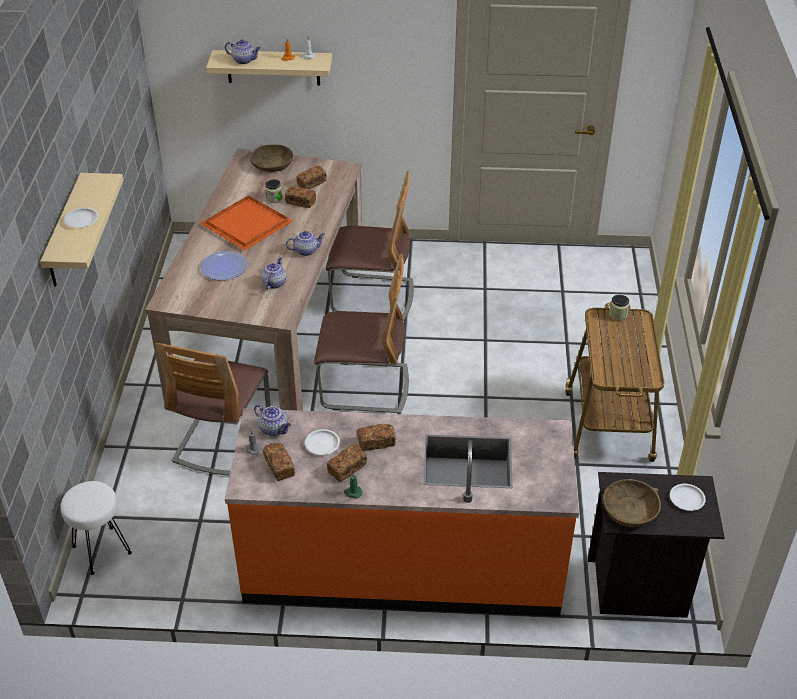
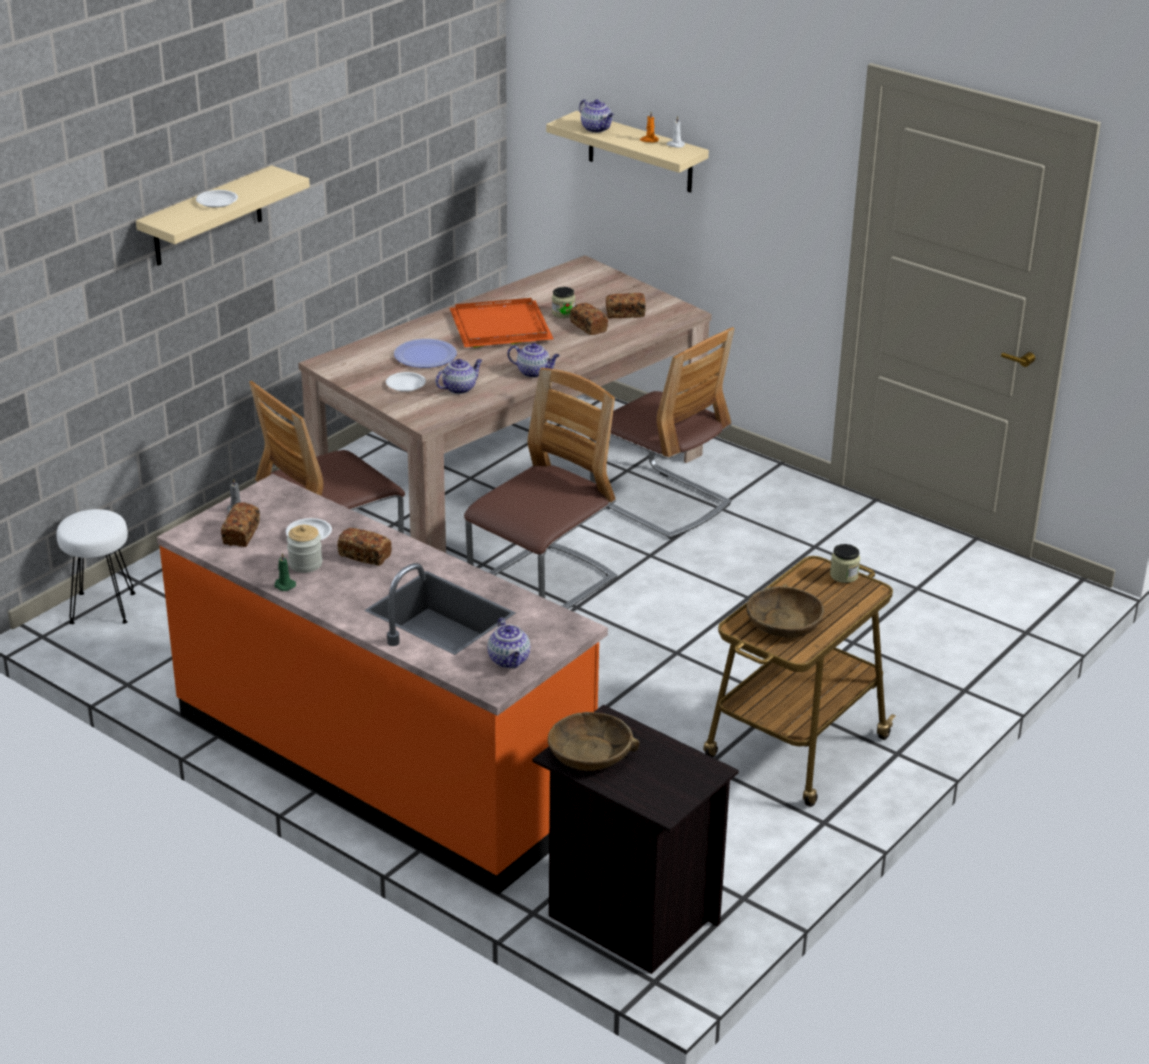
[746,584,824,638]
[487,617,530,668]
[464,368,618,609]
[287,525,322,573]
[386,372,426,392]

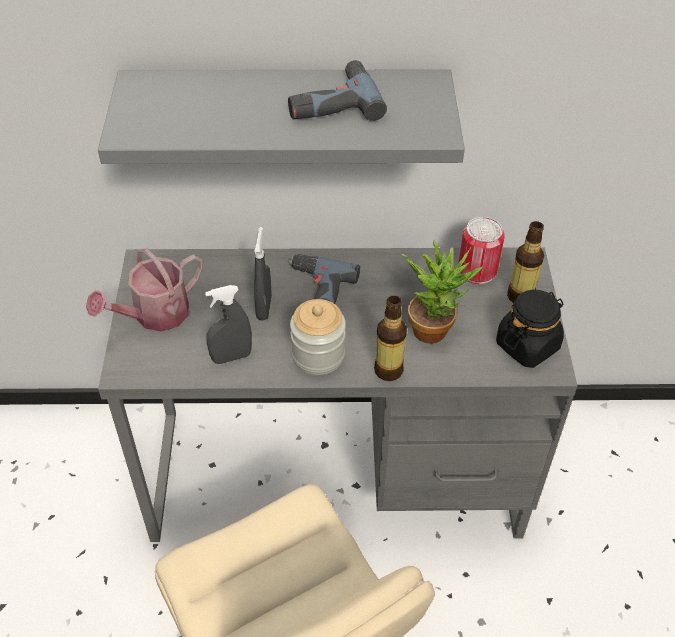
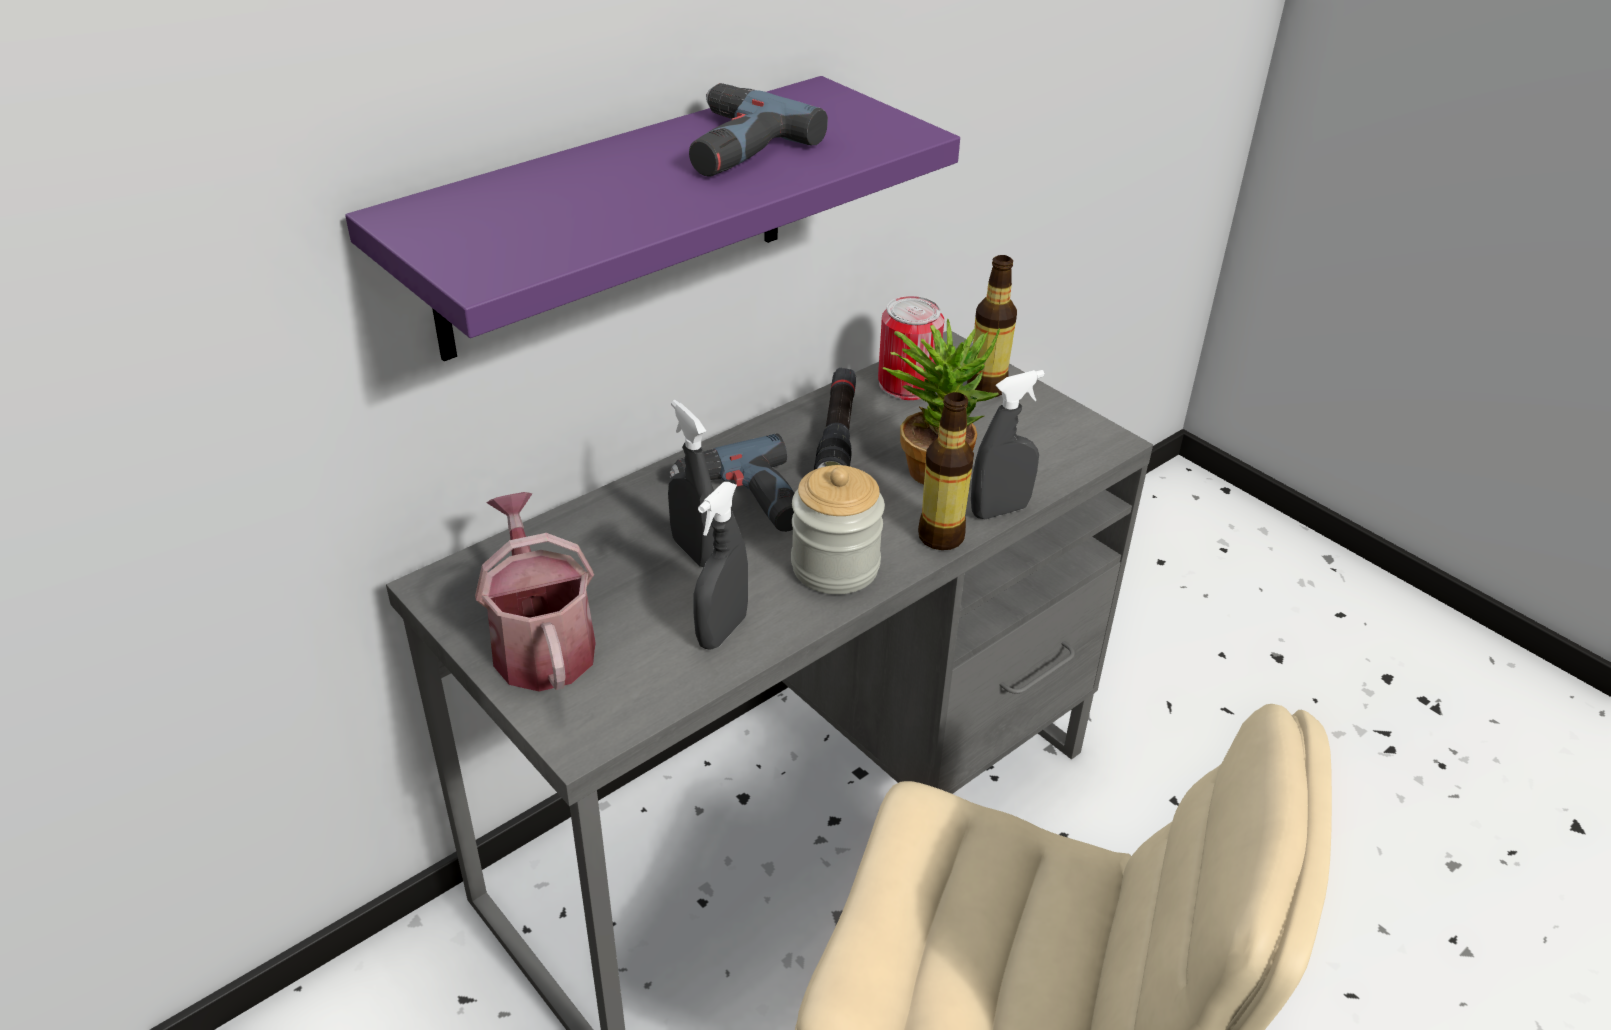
[475,492,596,692]
[345,76,960,361]
[496,290,564,368] (first image)
[814,367,856,470]
[971,370,1045,519]

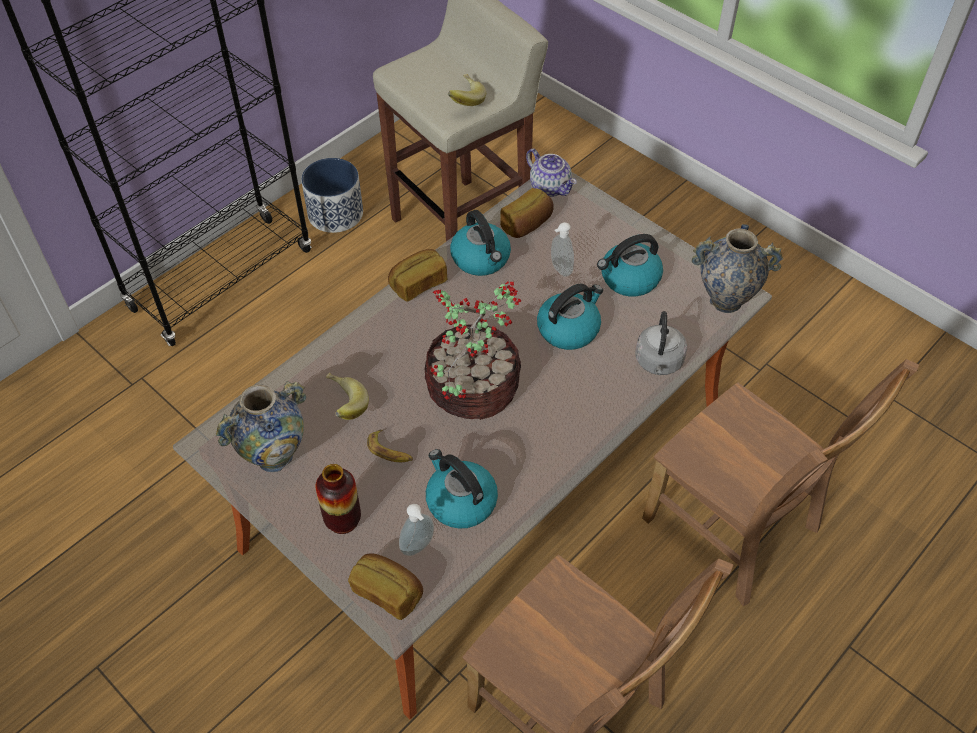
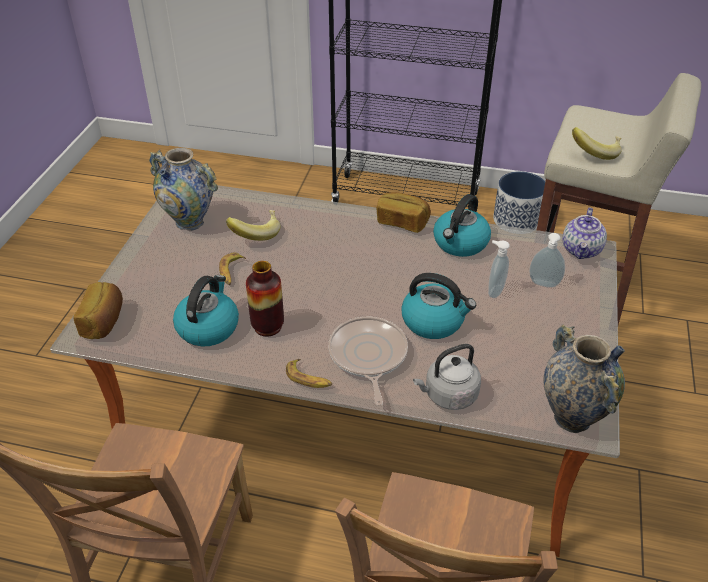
[246,261,284,337]
[529,233,565,288]
[425,281,522,420] (first image)
[500,188,554,238] (first image)
[597,234,663,297] (first image)
[286,359,332,388]
[329,317,408,406]

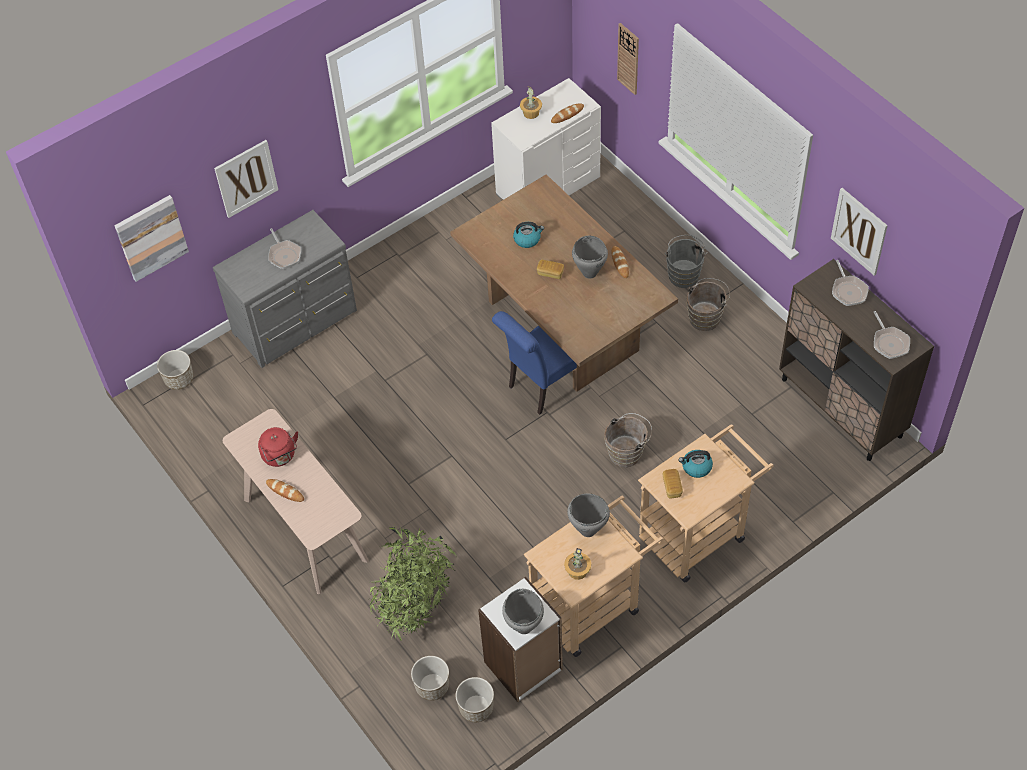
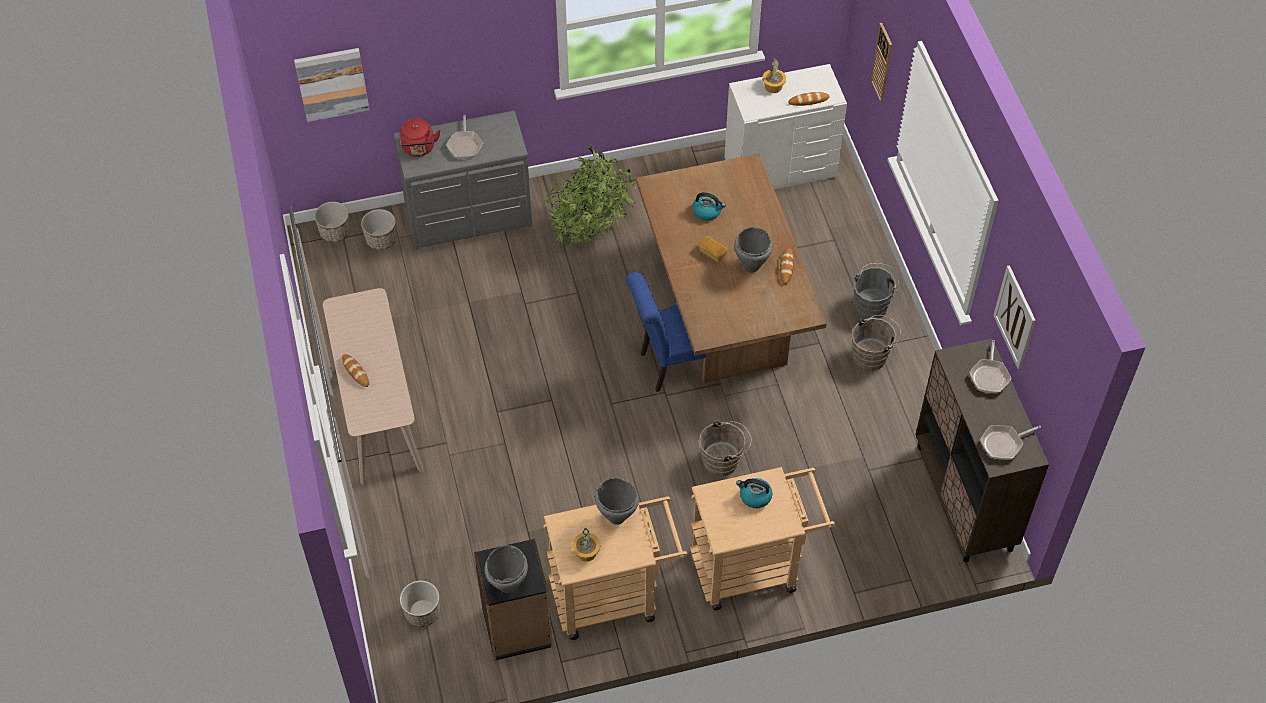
[214,140,278,218] (first image)
[400,118,441,157]
[542,145,636,247]
[361,209,397,250]
[474,539,553,661]
[663,469,683,498] (first image)
[980,425,1041,460]

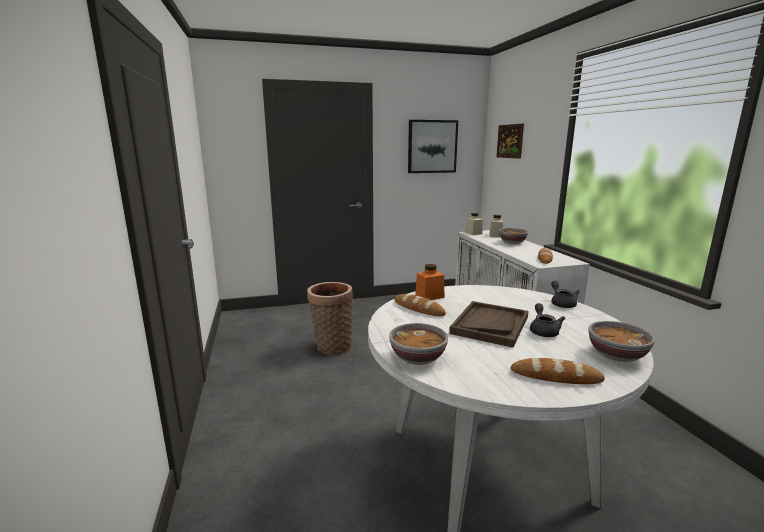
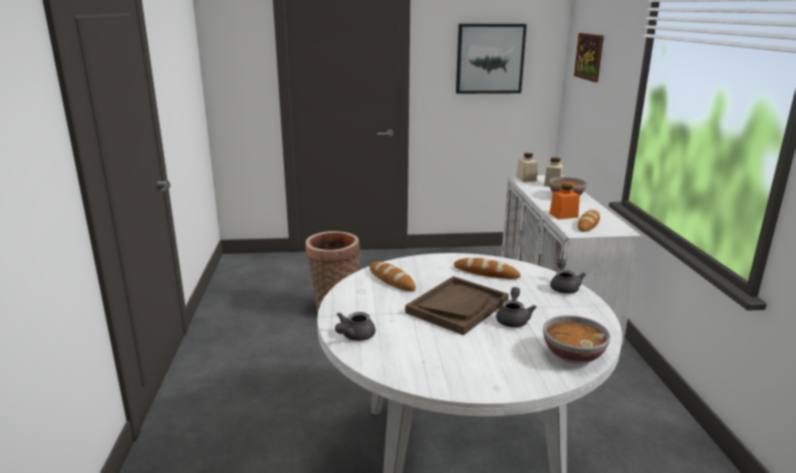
[335,312,375,341]
[550,184,580,219]
[454,258,521,279]

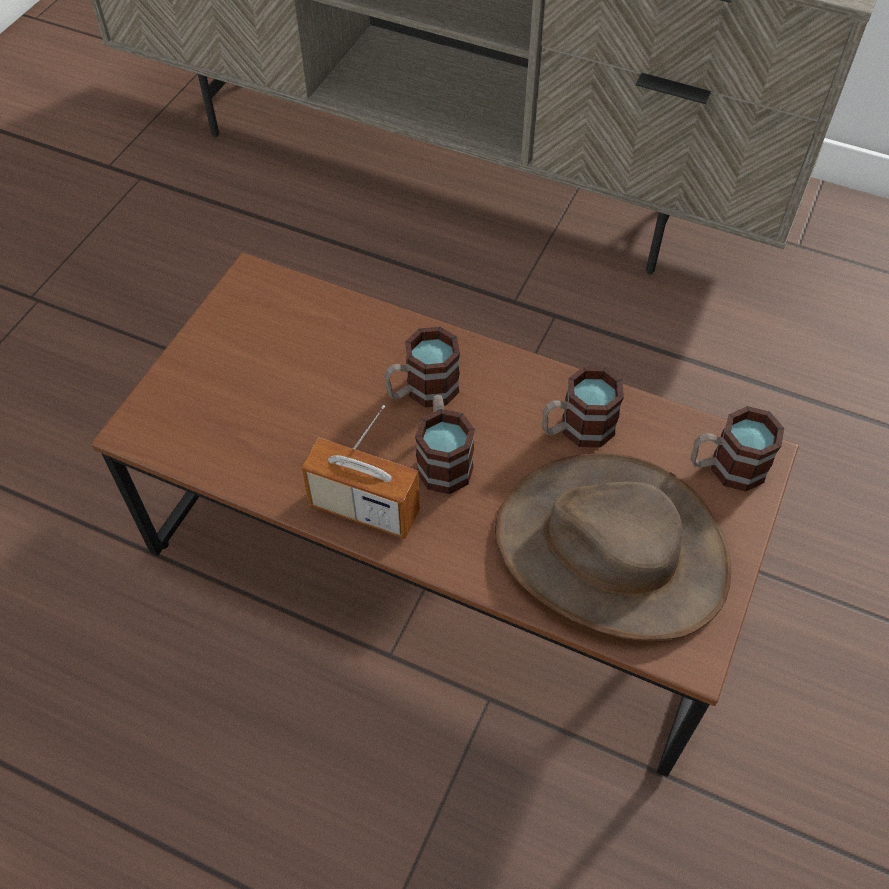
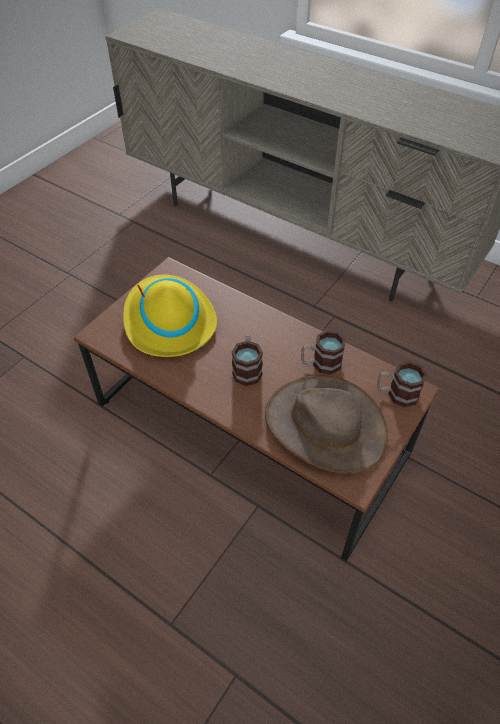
[301,405,420,539] (first image)
[384,327,460,407] (first image)
[123,275,217,357]

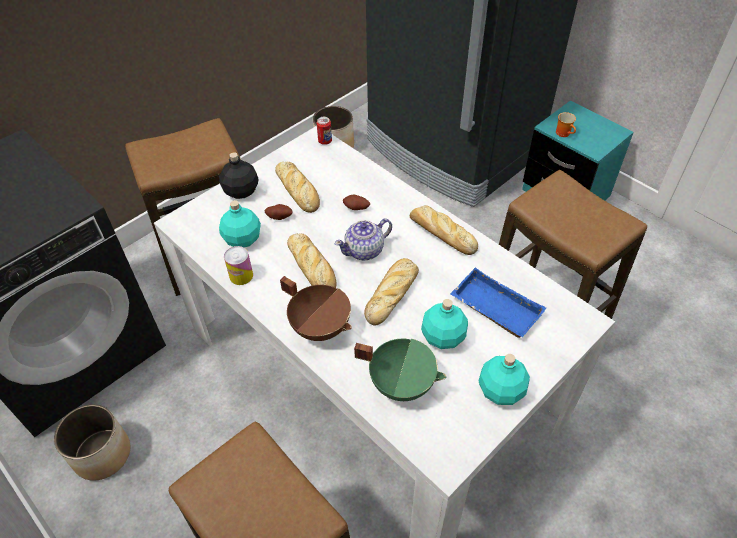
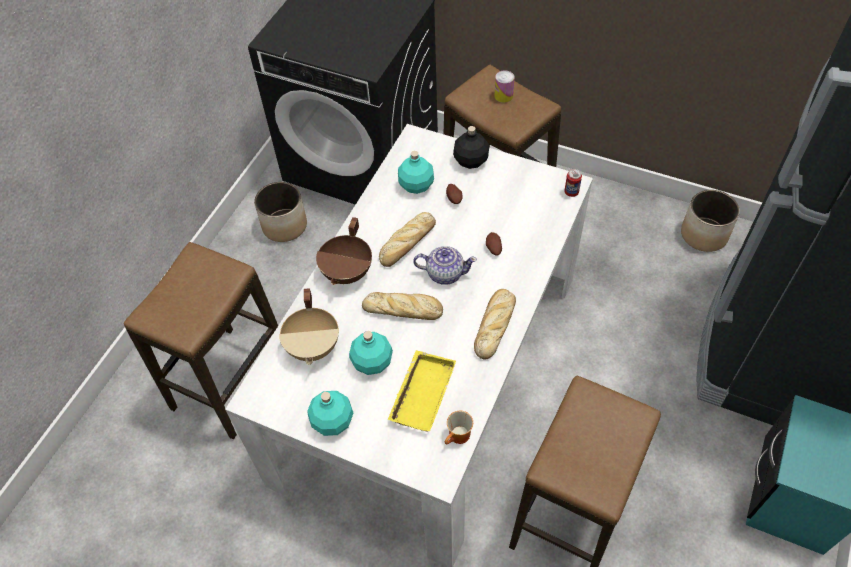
[494,70,515,103]
[275,162,320,213] (first image)
[413,246,477,285]
[279,288,339,365]
[388,350,456,431]
[445,411,473,444]

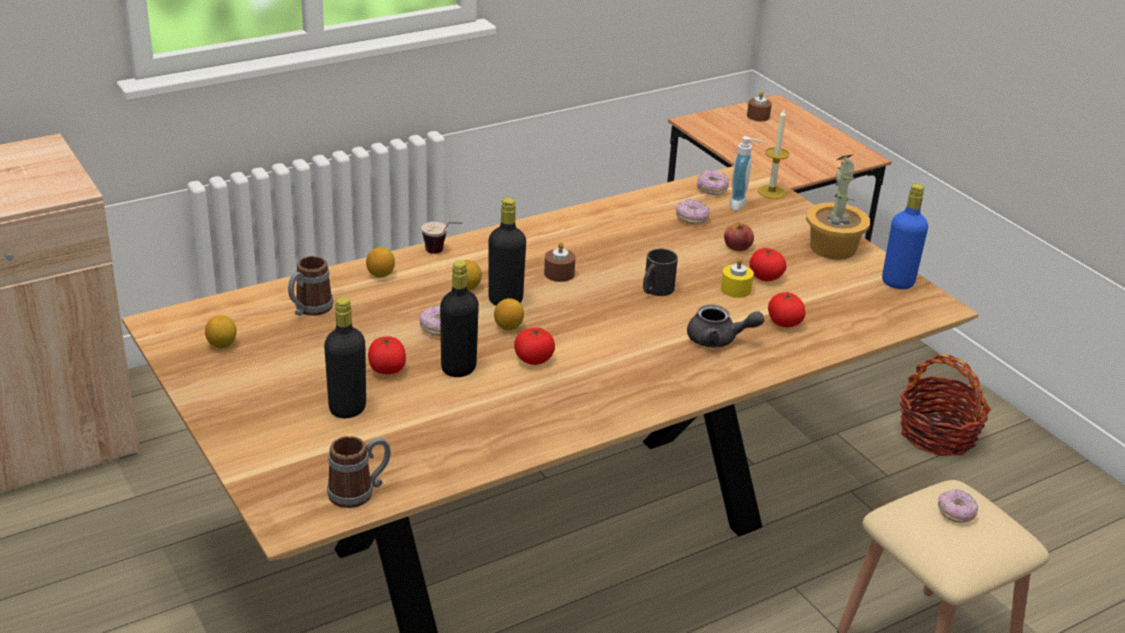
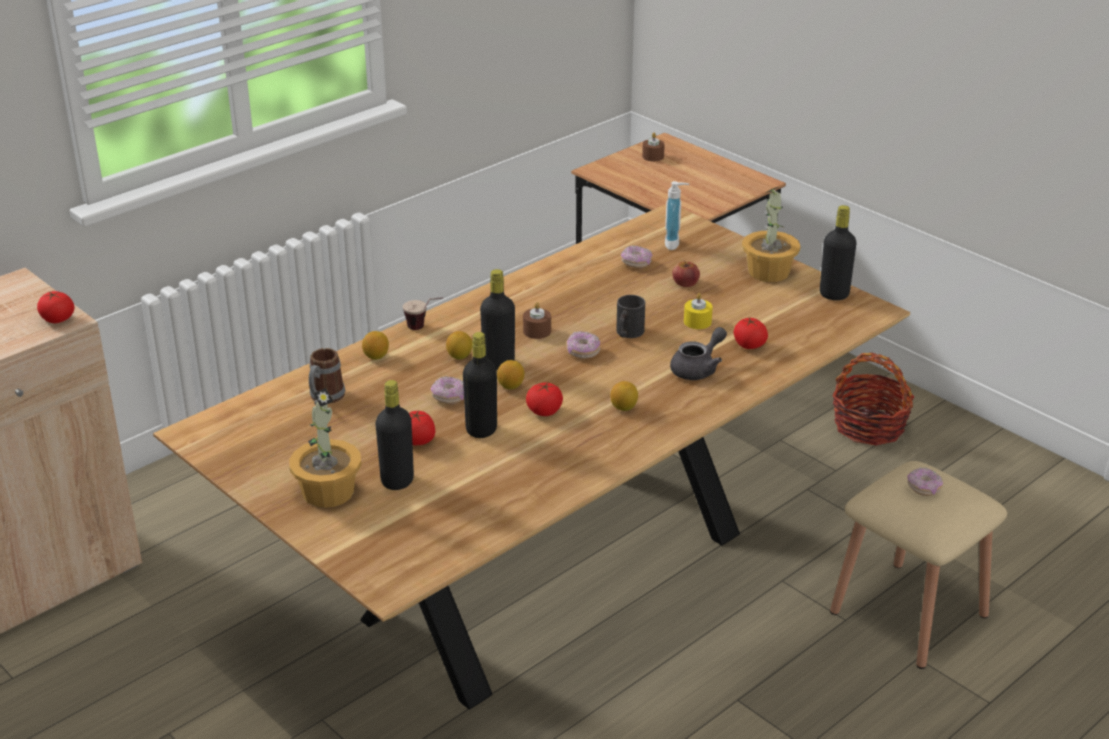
[610,381,638,411]
[327,436,391,508] (first image)
[670,327,727,380]
[567,331,600,359]
[37,291,75,323]
[758,109,790,199] (first image)
[820,205,857,300]
[289,388,361,508]

